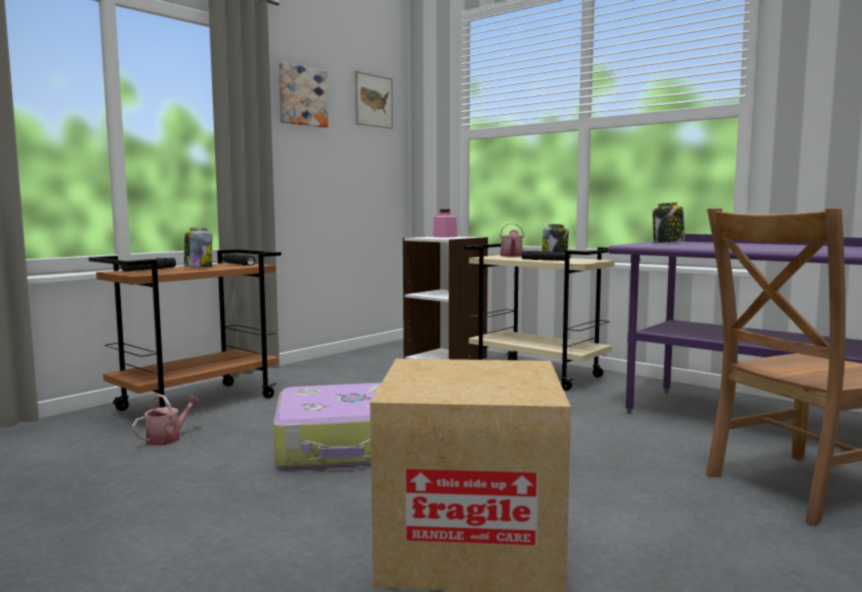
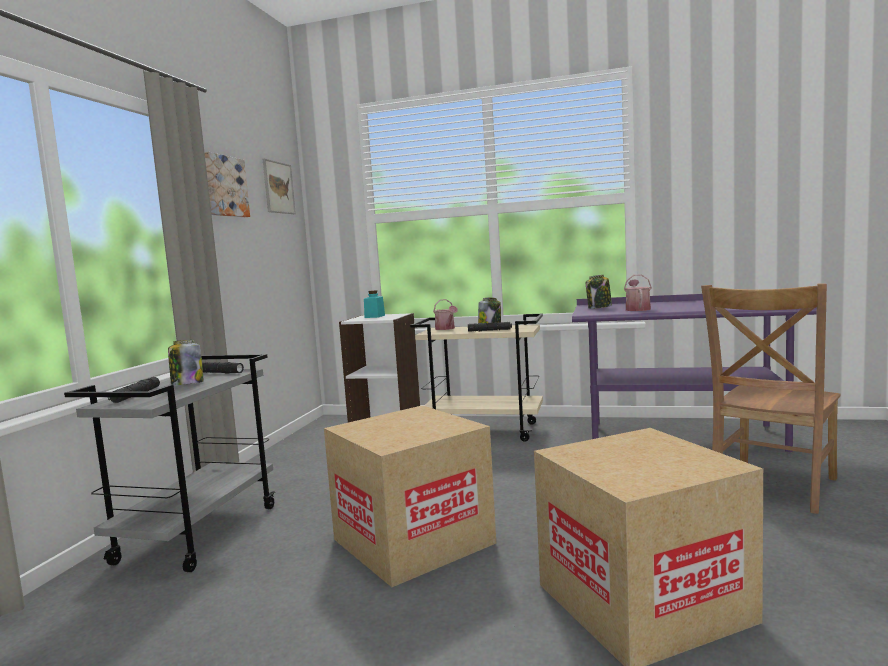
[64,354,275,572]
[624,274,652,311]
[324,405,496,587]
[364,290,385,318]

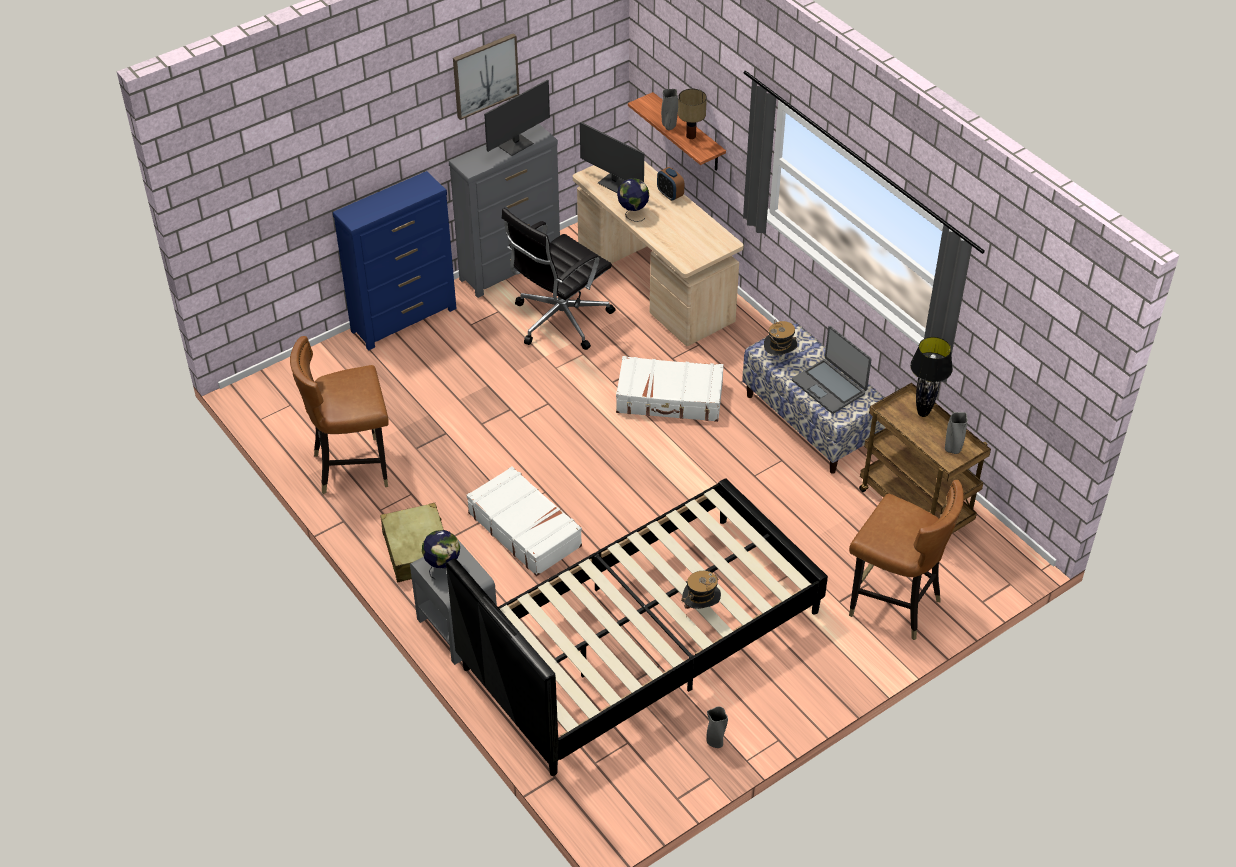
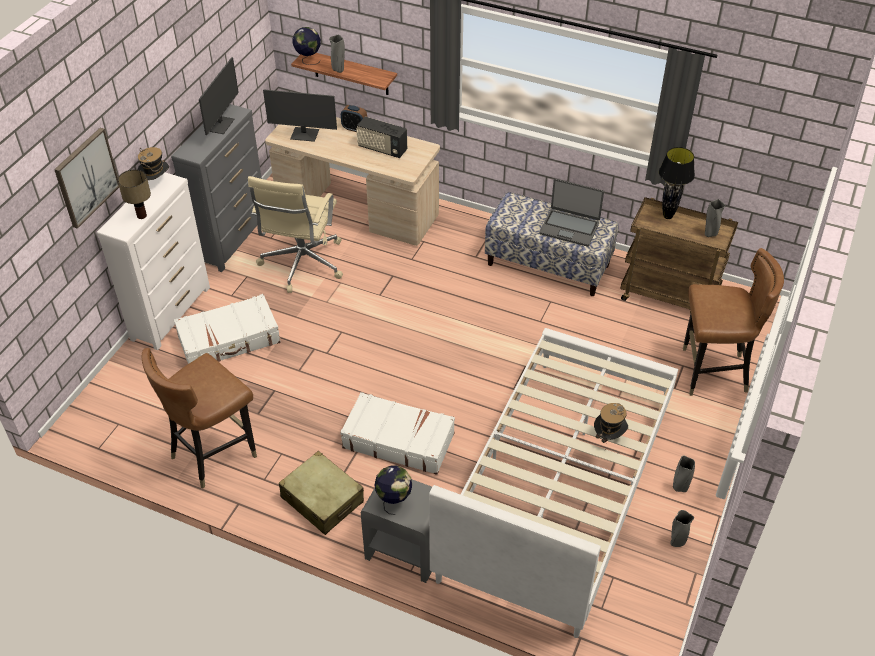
[97,172,210,350]
[429,328,678,638]
[54,128,119,229]
[248,176,343,293]
[174,294,281,364]
[293,27,321,65]
[117,169,151,219]
[137,147,169,180]
[357,117,407,158]
[673,456,695,492]

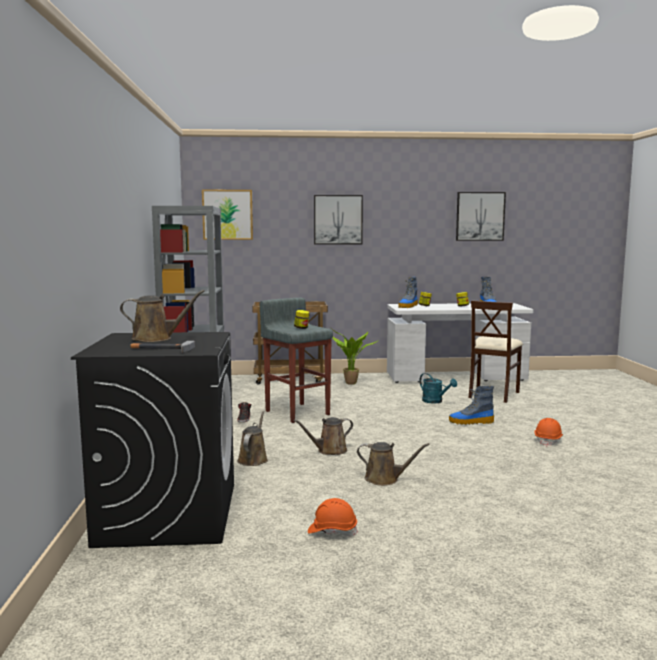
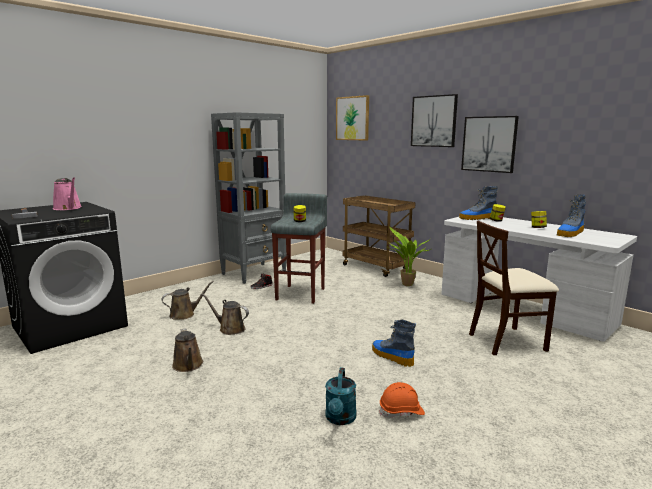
[53,177,82,210]
[308,498,358,536] (first image)
[325,367,356,425]
[461,116,519,173]

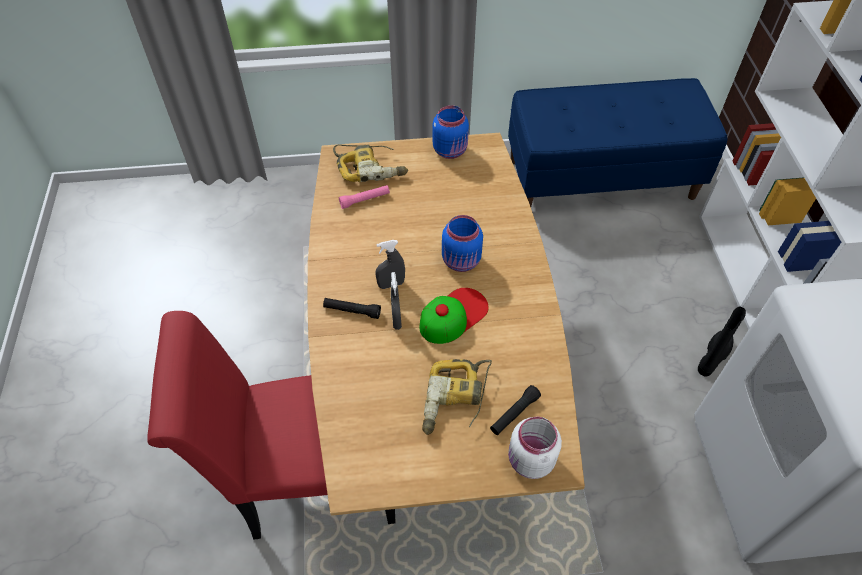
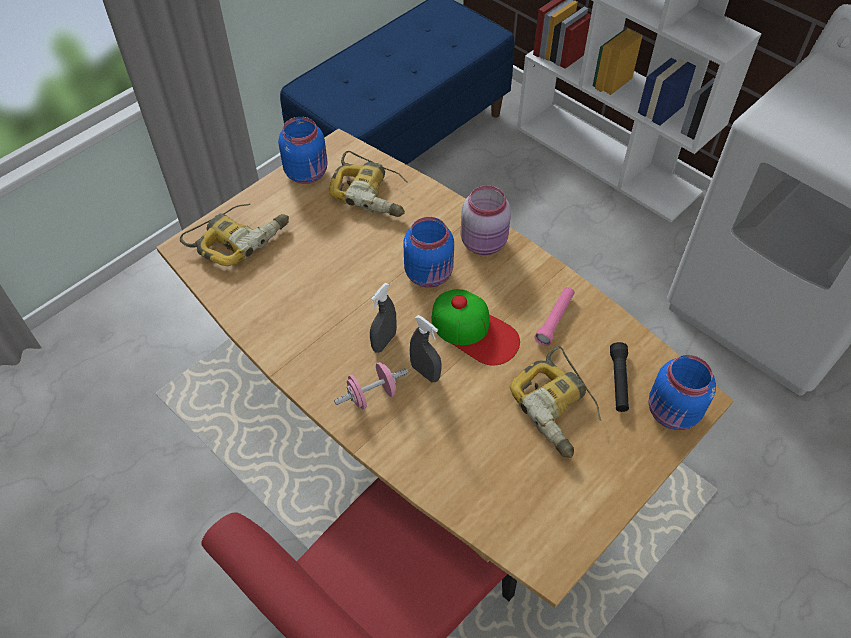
[334,362,409,409]
[535,287,575,346]
[431,289,520,366]
[648,355,716,430]
[698,306,746,377] (first image)
[329,151,408,217]
[461,185,511,255]

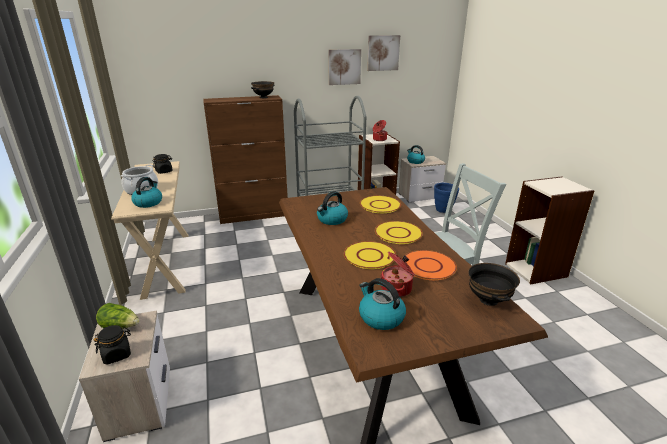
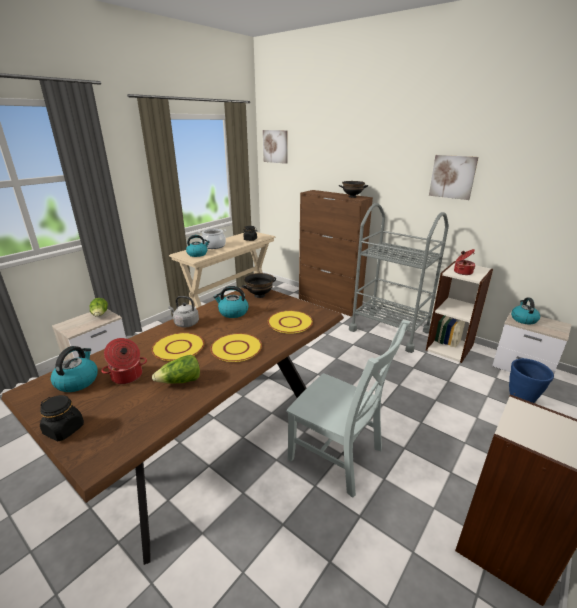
[40,395,84,441]
[263,130,288,164]
[152,355,200,384]
[242,273,276,298]
[168,296,199,328]

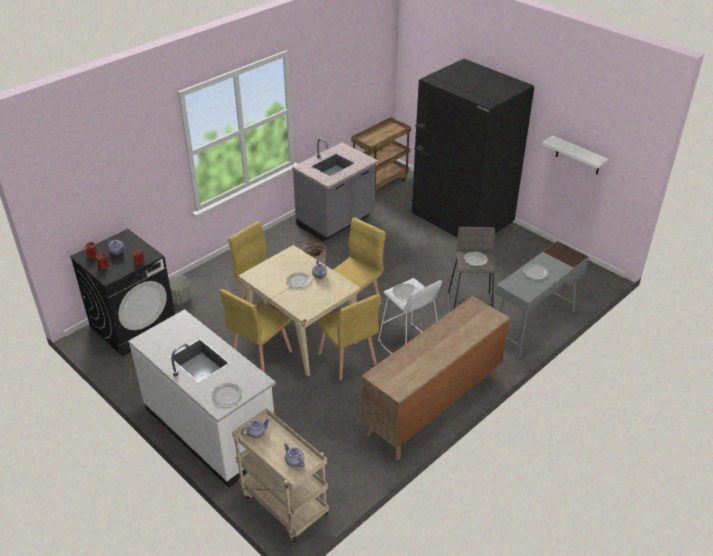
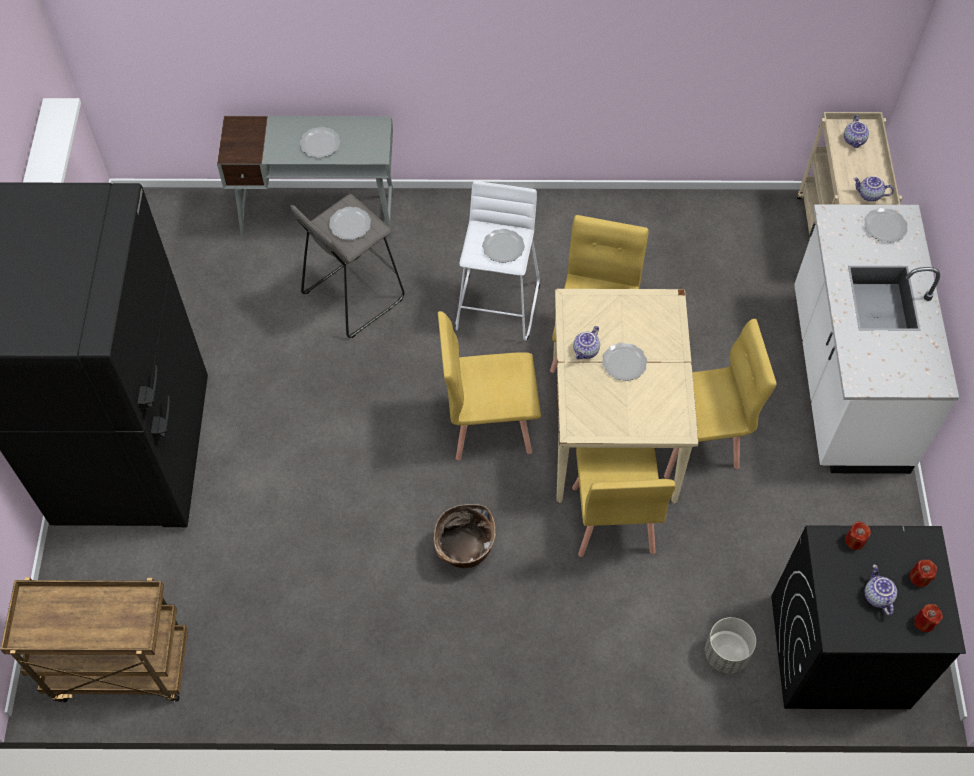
[292,138,378,241] (first image)
[361,296,510,460] (first image)

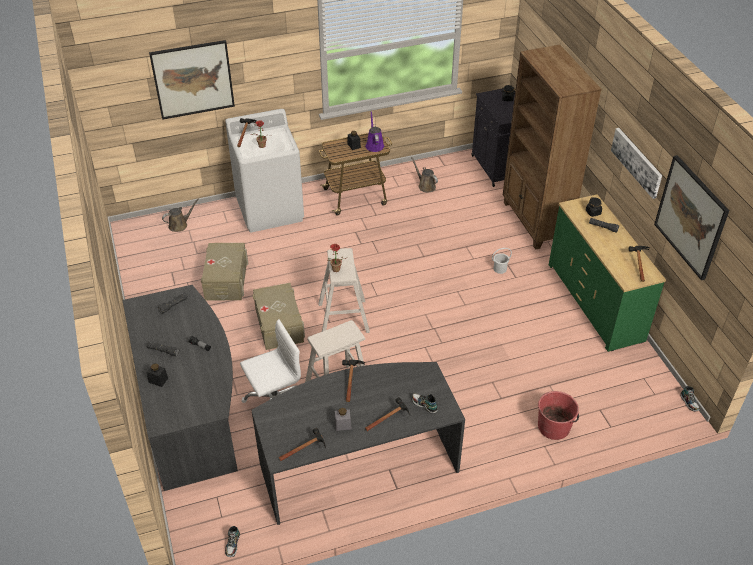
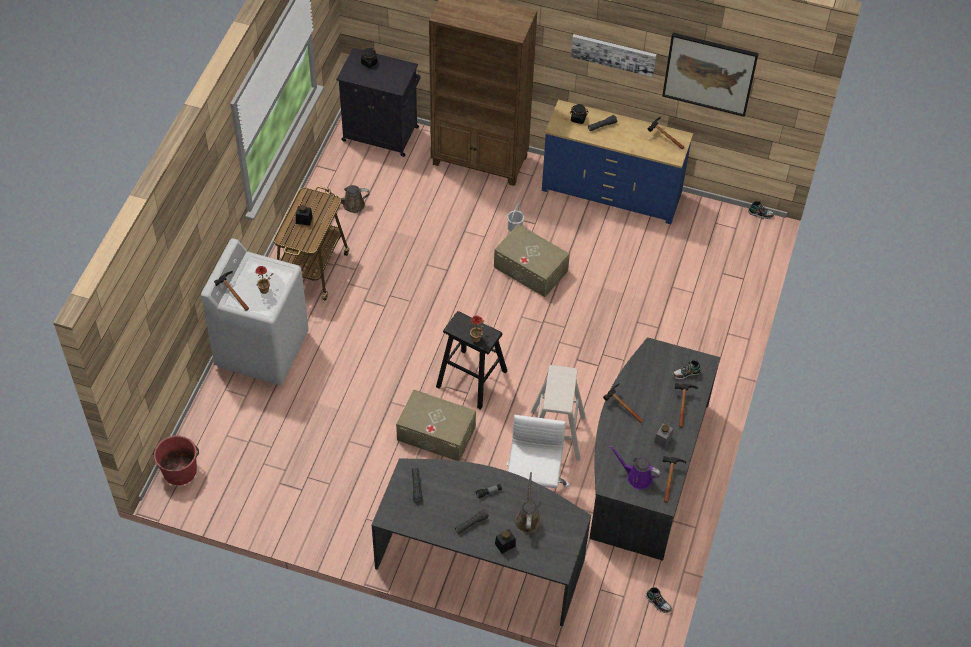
[149,40,235,120] (first image)
[515,472,541,533]
[494,224,570,297]
[436,311,507,410]
[609,446,661,490]
[153,436,199,485]
[542,100,693,224]

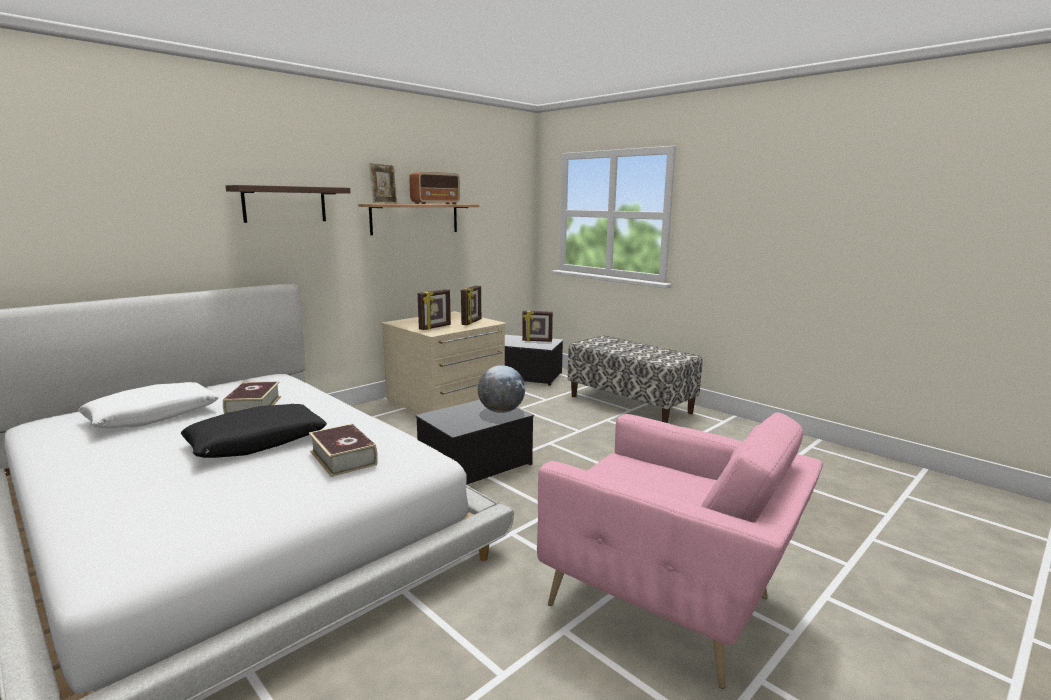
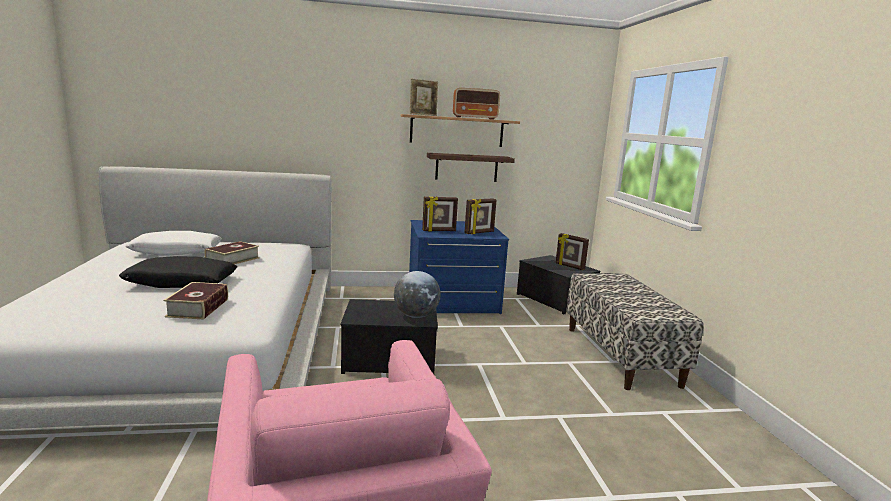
[427,153,515,182]
[409,220,509,314]

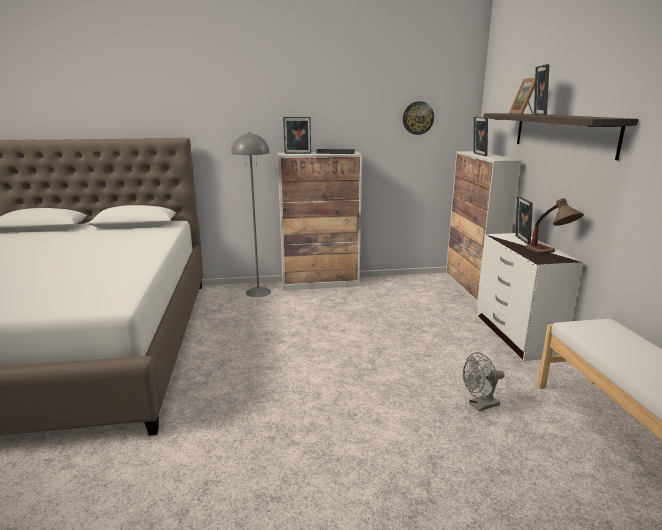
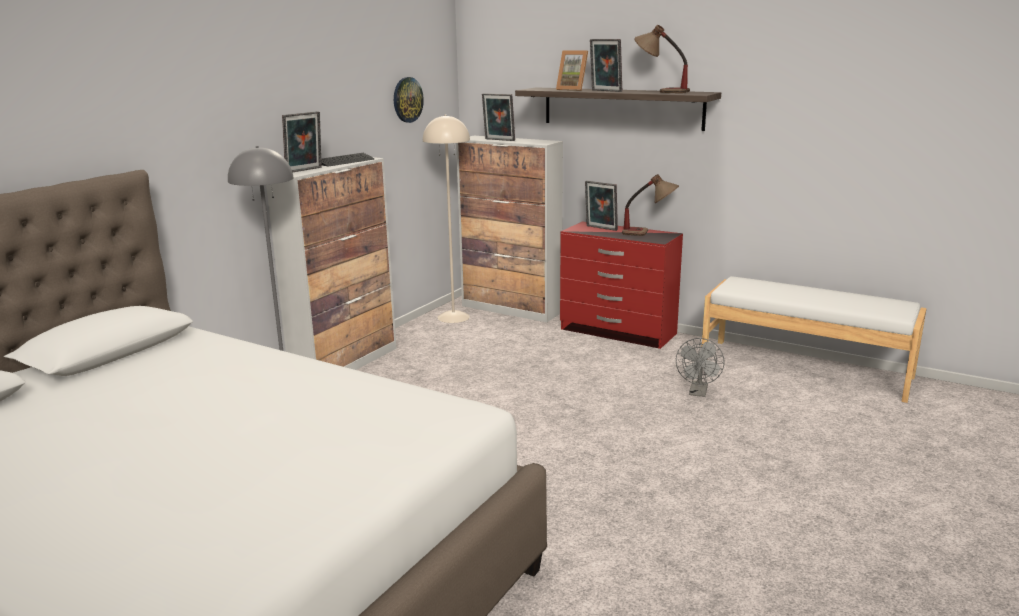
[560,222,683,349]
[423,115,470,323]
[634,25,690,93]

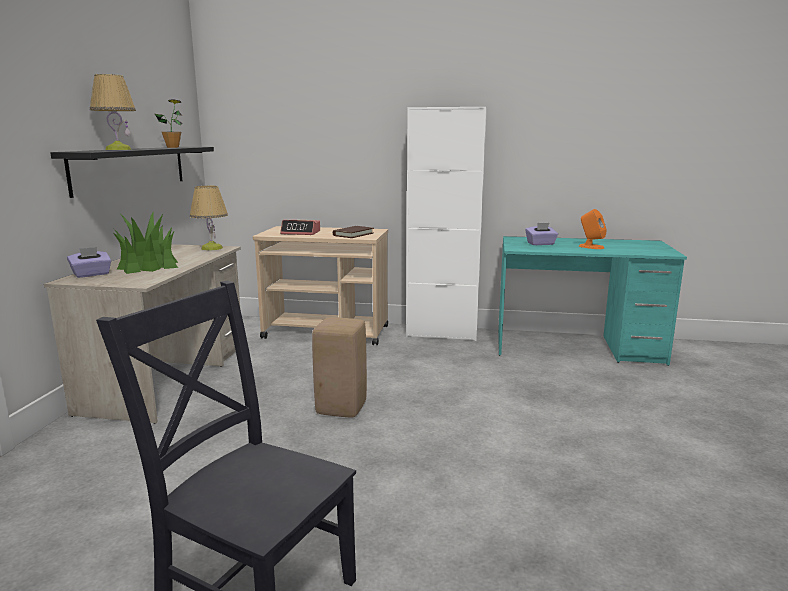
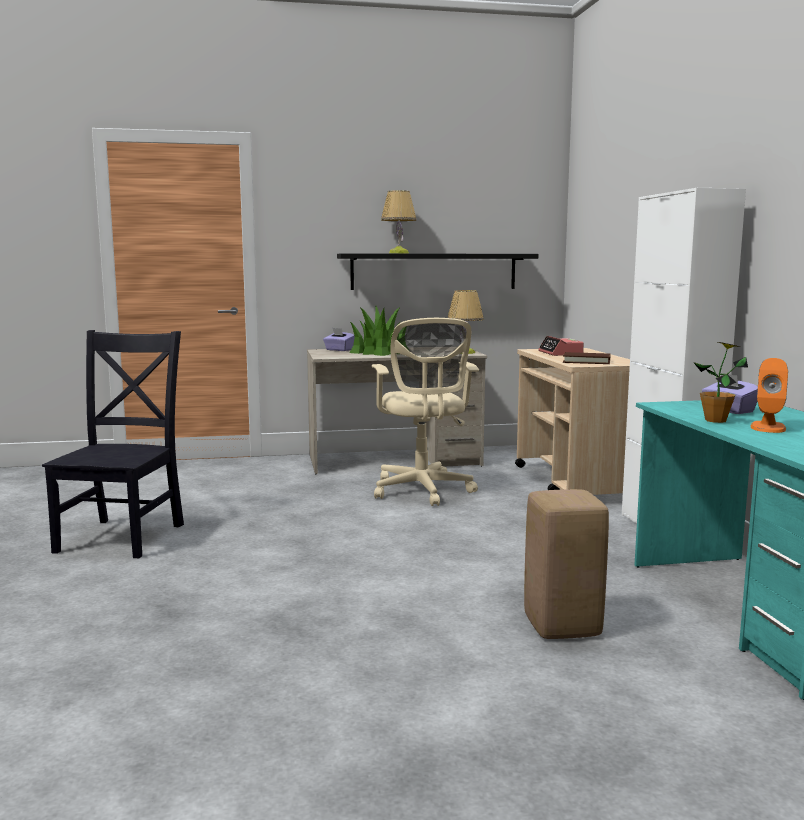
[693,342,748,423]
[524,489,609,639]
[372,318,479,506]

